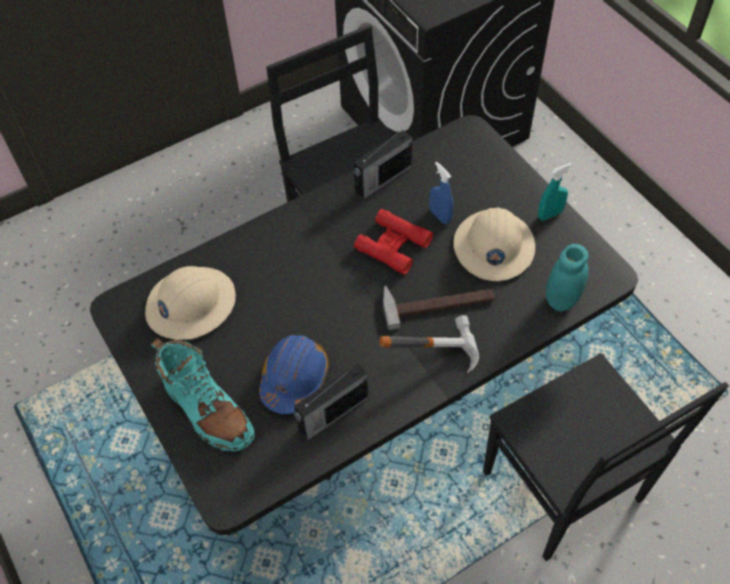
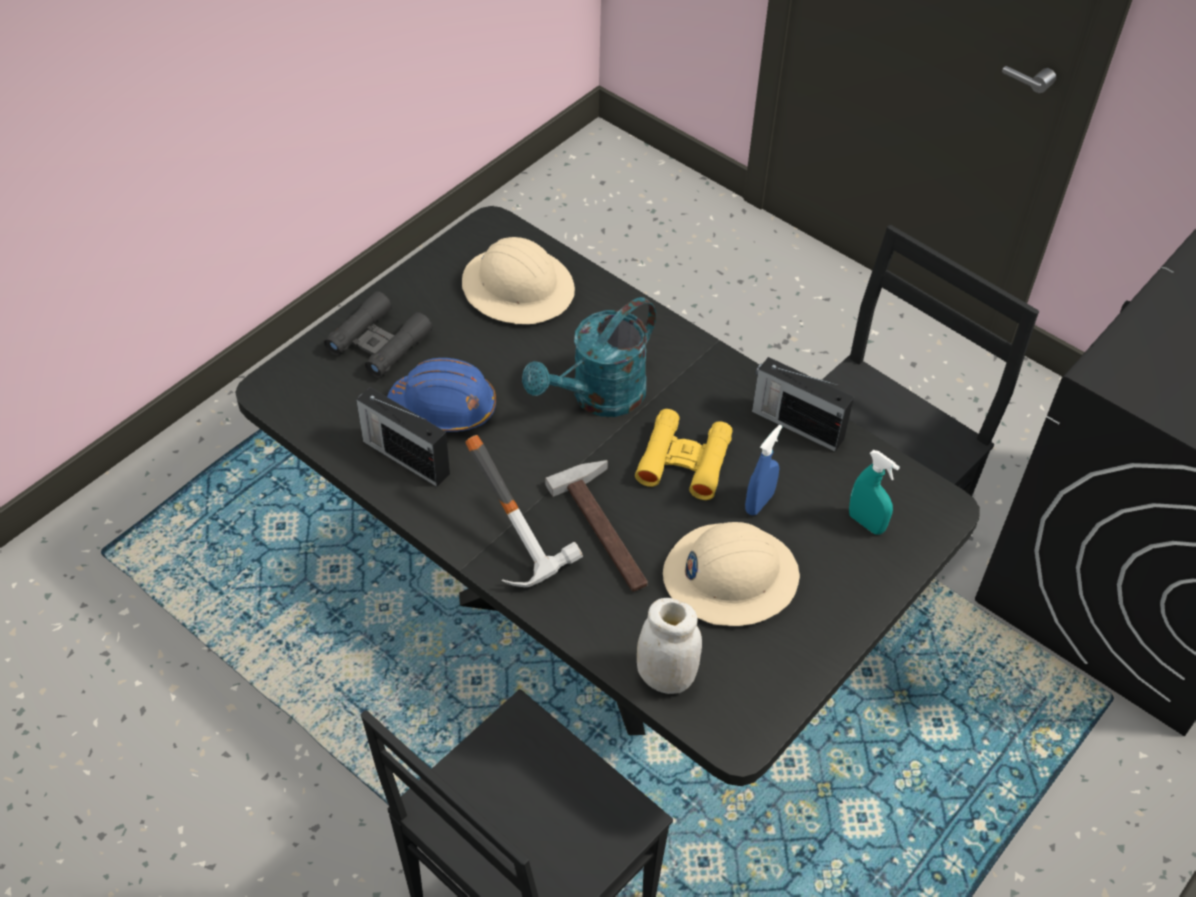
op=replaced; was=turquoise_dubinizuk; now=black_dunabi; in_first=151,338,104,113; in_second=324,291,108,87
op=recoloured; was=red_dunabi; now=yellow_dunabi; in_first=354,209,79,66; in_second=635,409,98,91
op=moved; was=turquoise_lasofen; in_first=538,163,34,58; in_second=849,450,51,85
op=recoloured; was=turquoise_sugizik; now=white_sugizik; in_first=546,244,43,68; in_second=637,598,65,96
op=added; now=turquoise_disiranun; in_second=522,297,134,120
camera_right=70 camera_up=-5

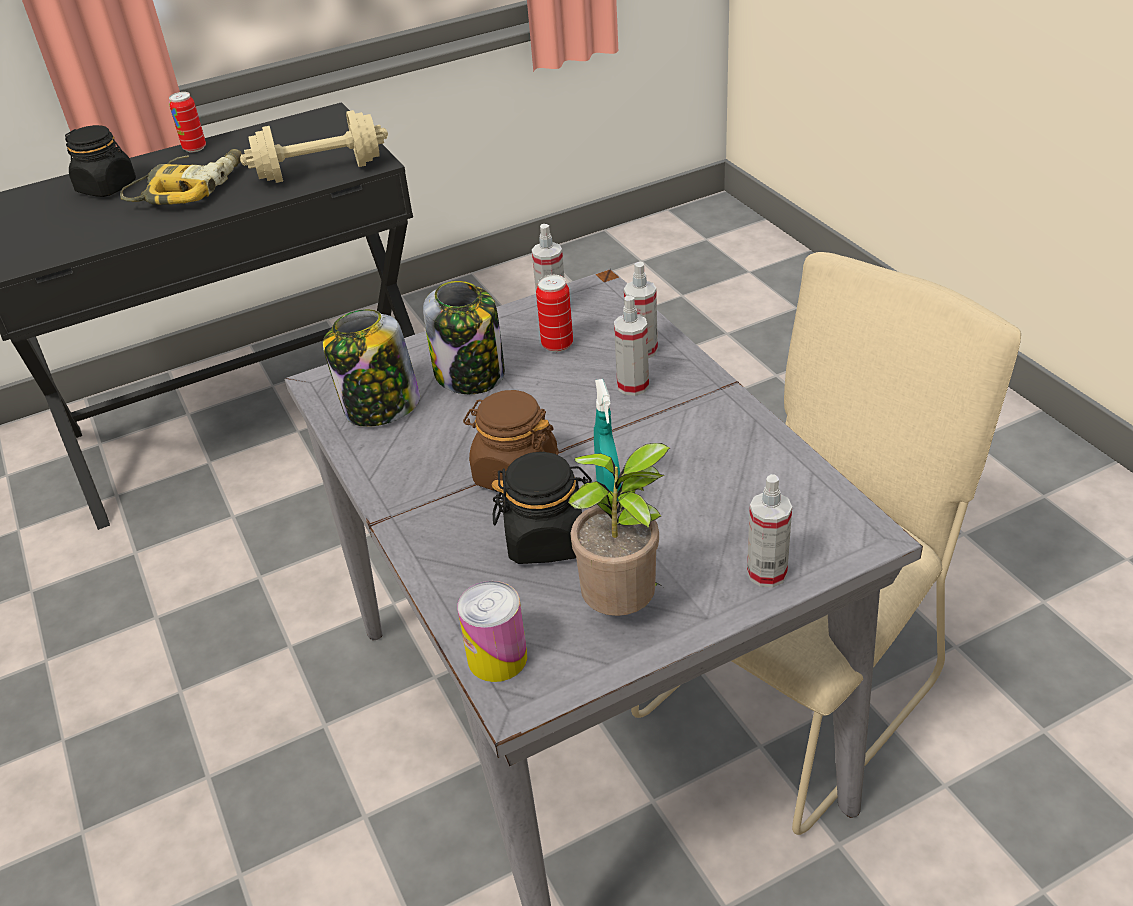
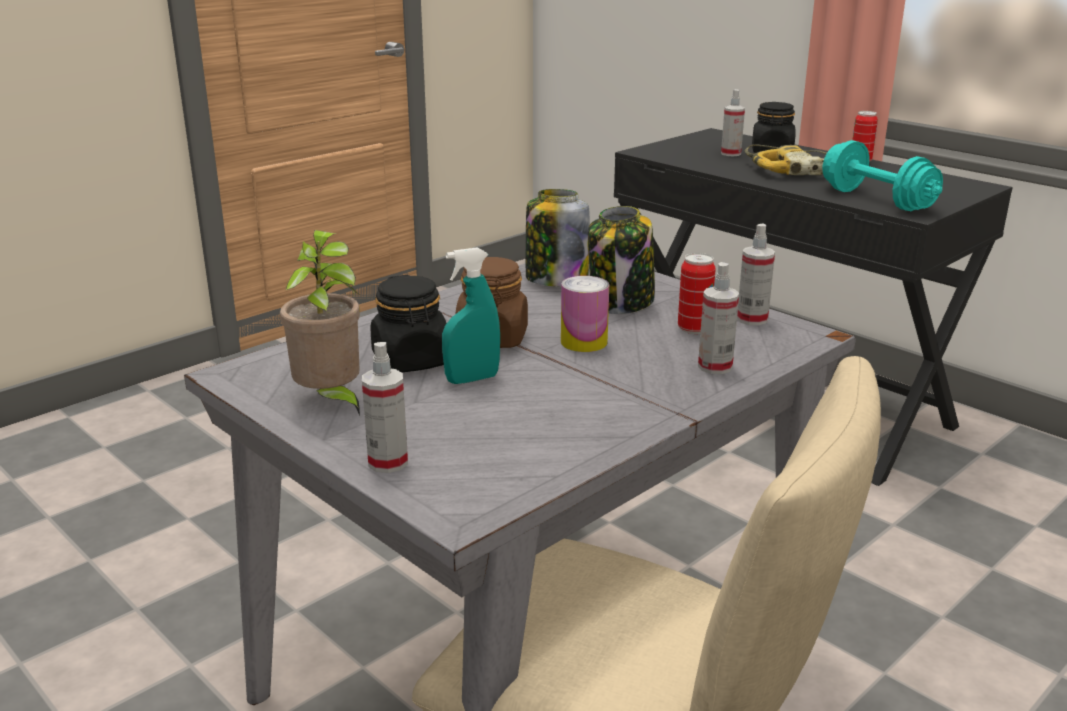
op=recoloured; was=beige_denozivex; now=turquoise_denozivex; in_first=240,110,148,73; in_second=822,140,121,71
op=moved; was=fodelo; in_first=457,581,70,101; in_second=561,276,48,76
op=moved; was=lasofen; in_first=614,296,35,100; in_second=721,89,24,67
camera_right=70 camera_up=-15

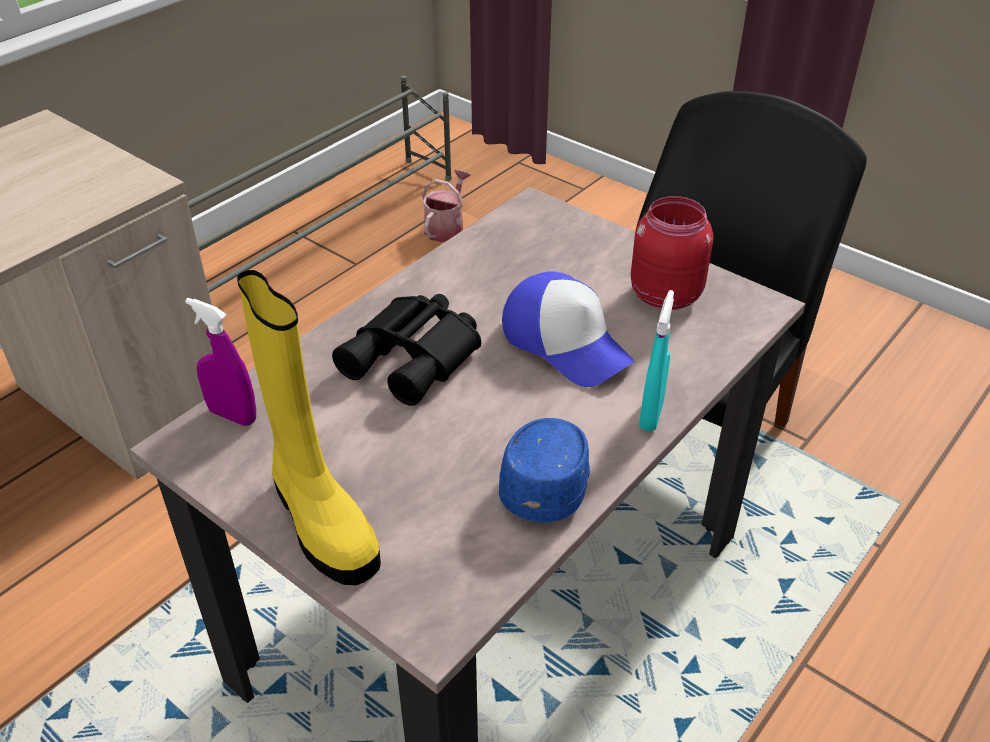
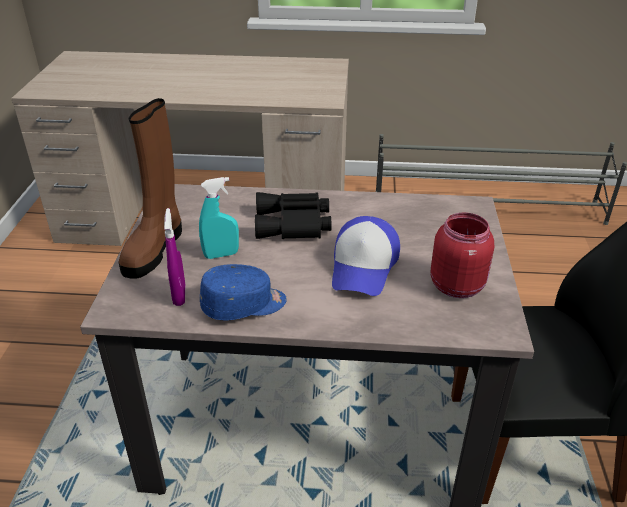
op=moved; was=purple_lasofen; in_first=185,298,71,128; in_second=164,208,21,98
op=recoloured; was=yellow_dubinizuk; now=brown_dubinizuk; in_first=237,270,144,315; in_second=118,98,64,180
op=removed; was=disiranun; in_first=422,170,49,72
op=moved; was=turquoise_lasofen; in_first=639,290,35,142; in_second=199,177,40,82
camera_right=55 camera_up=-5

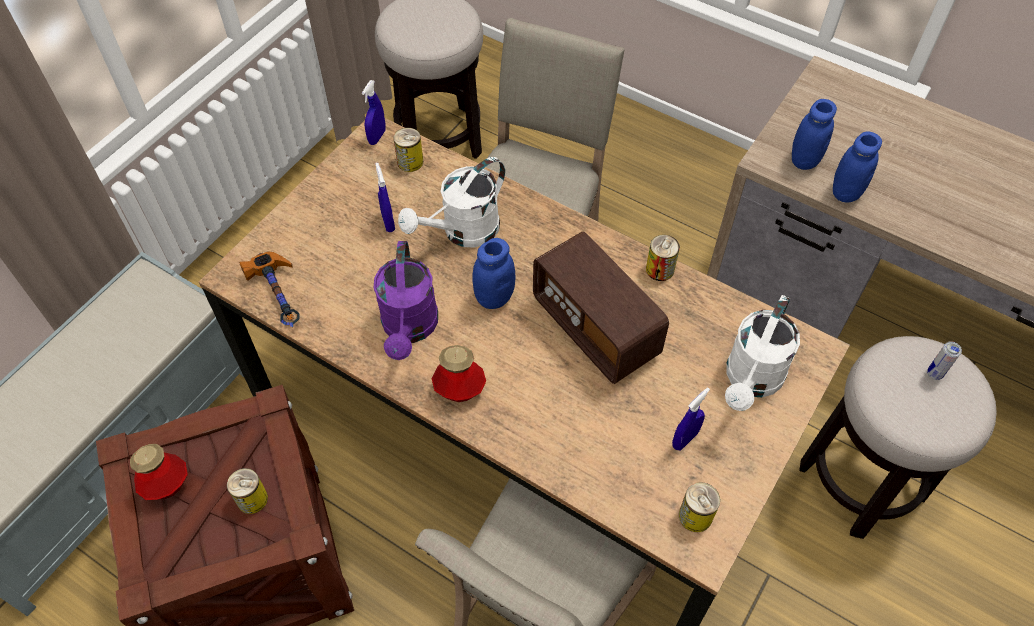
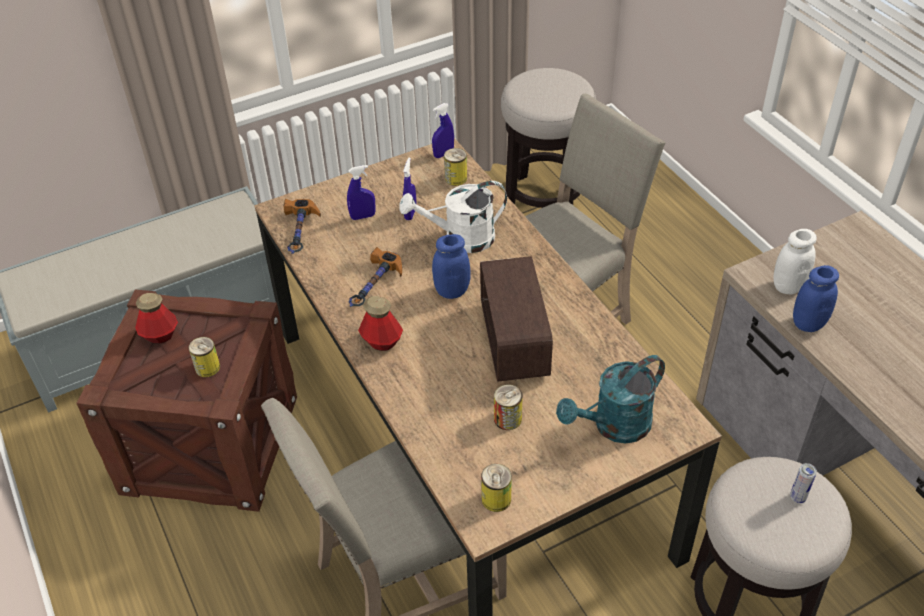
op=replaced; was=purple_disiranun; now=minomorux; in_first=374,241,64,119; in_second=349,247,53,60
op=moved; was=fodelo; in_first=646,235,34,46; in_second=494,385,28,45
op=moved; was=blue_lasofen; in_first=672,388,38,63; in_second=347,165,29,55
op=recoloured; was=white_disiranun; now=turquoise_disiranun; in_first=725,295,75,116; in_second=556,355,109,89
op=recoloured; was=blue_sugizik; now=white_sugizik; in_first=792,99,45,71; in_second=773,229,44,65
camera_right=30 camera_up=-10

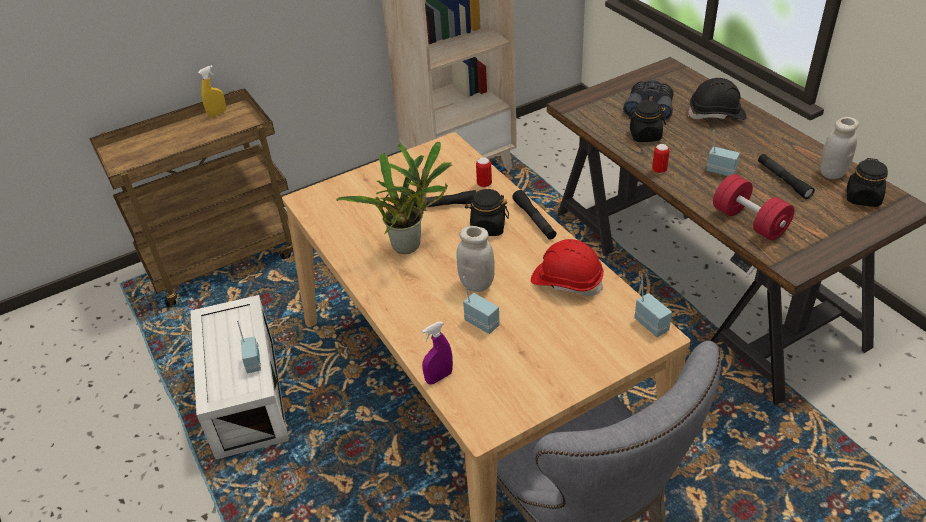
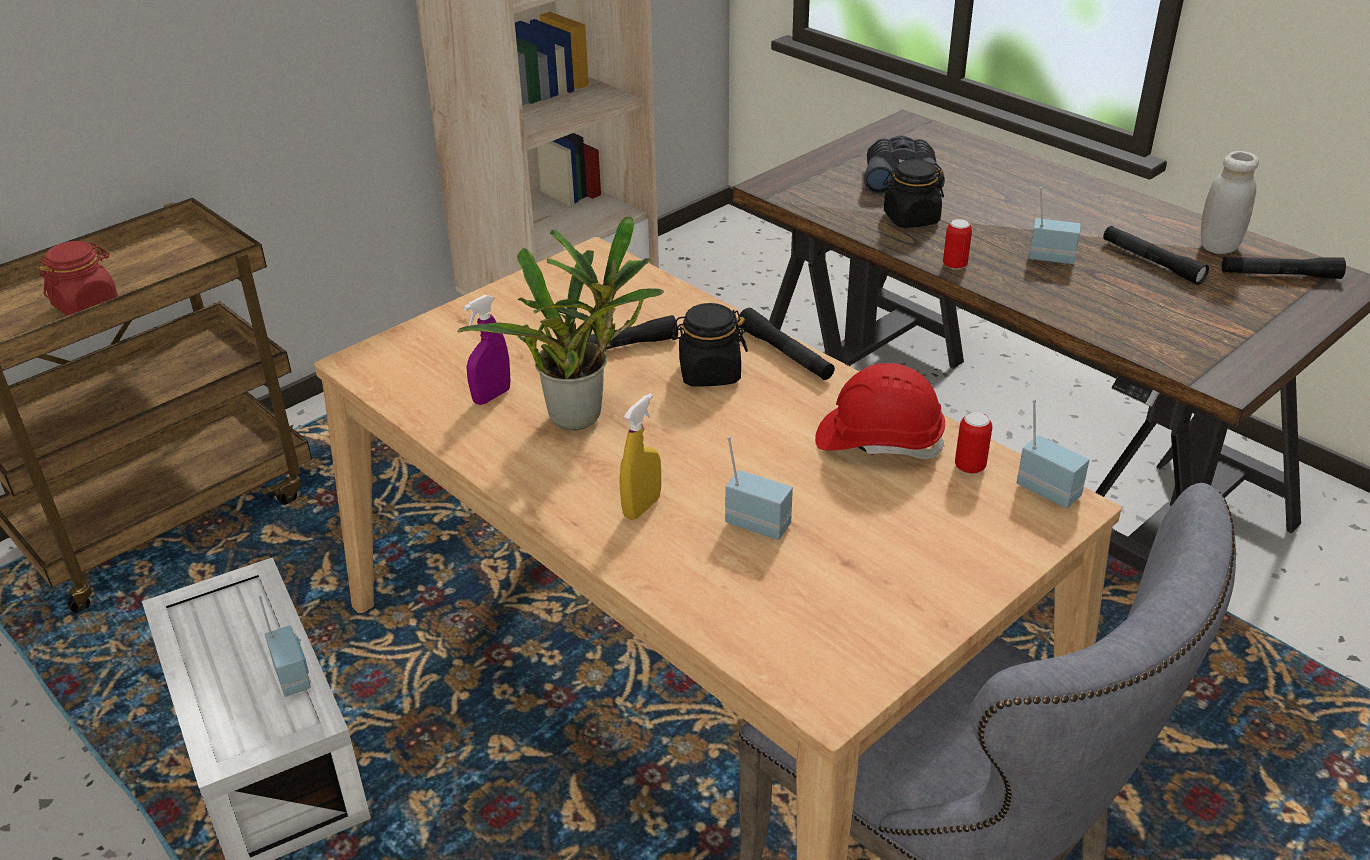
op=moved; was=yellow_lasofen; in_first=198,65,28,52; in_second=619,393,42,127
op=moved; was=purple_lasofen; in_first=422,322,31,63; in_second=463,295,47,110
op=removed; was=white_sugizik; in_first=456,226,39,66
op=moved; was=fodelo; in_first=476,158,16,29; in_second=955,412,37,62
op=removed; was=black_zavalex; in_first=688,78,58,42
op=removed; was=red_denozivex; in_first=713,174,82,66
op=replaced; was=black_sugizik; now=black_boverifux; in_first=847,158,41,49; in_second=1222,257,124,22
op=added; now=red_sugizik; in_second=39,241,79,75
camera_right=-15 camera_up=-5

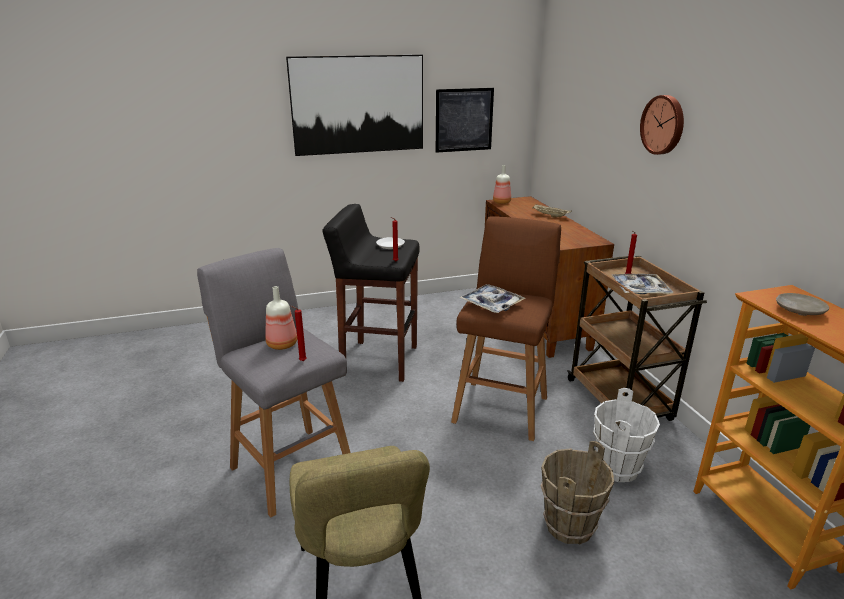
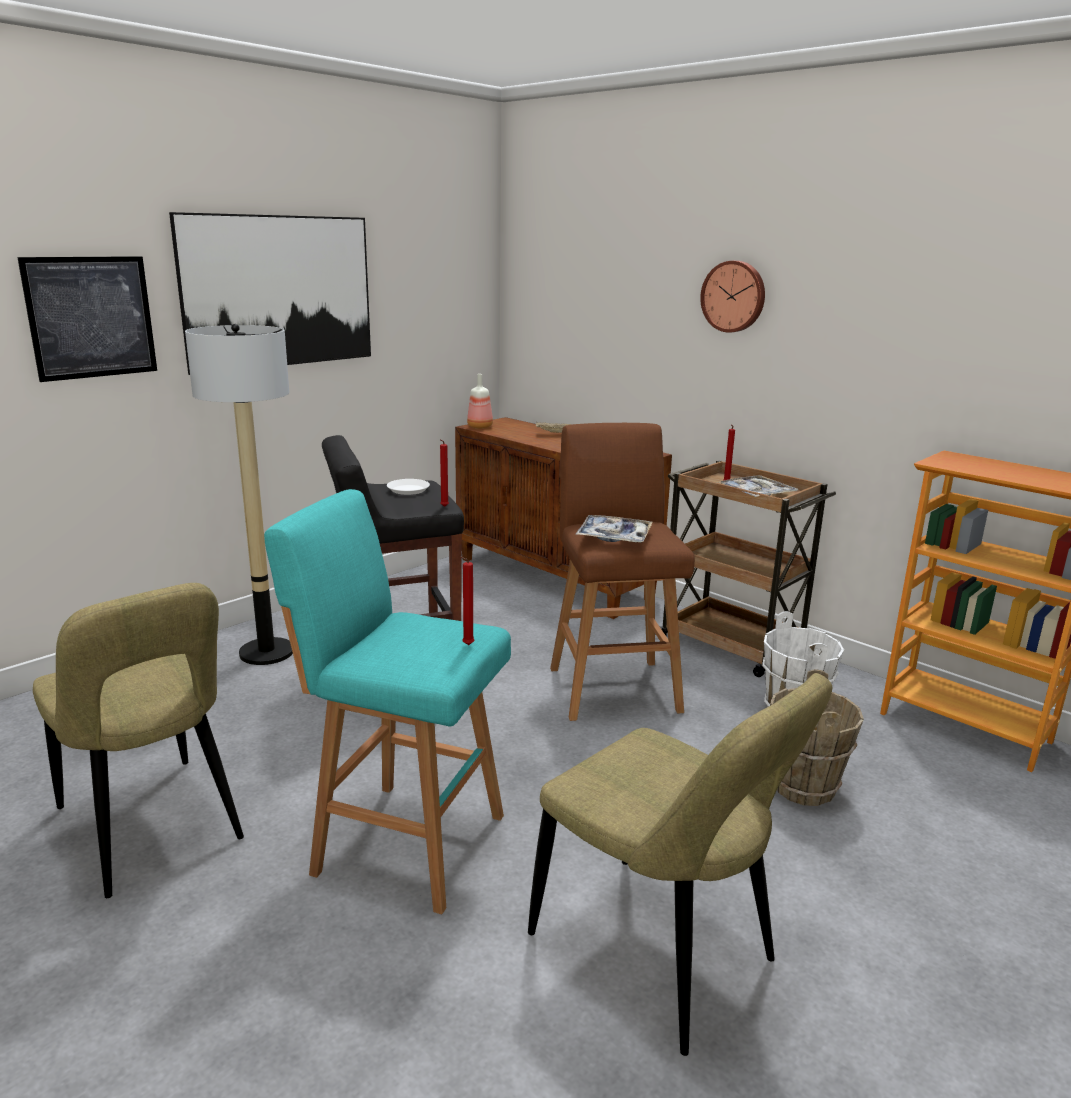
op=recoloured; was=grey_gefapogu; now=turquoise_gefapogu; in_first=197,248,153,269; in_second=264,489,247,425
op=removed; was=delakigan; in_first=265,286,32,64
op=moved; was=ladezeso; in_first=436,88,58,65; in_second=17,256,140,126
op=removed; was=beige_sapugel; in_first=776,293,53,23
op=added; now=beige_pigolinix; in_second=33,583,211,315
op=added; now=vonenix; in_second=185,324,108,341
camera_right=-30 camera_up=-5

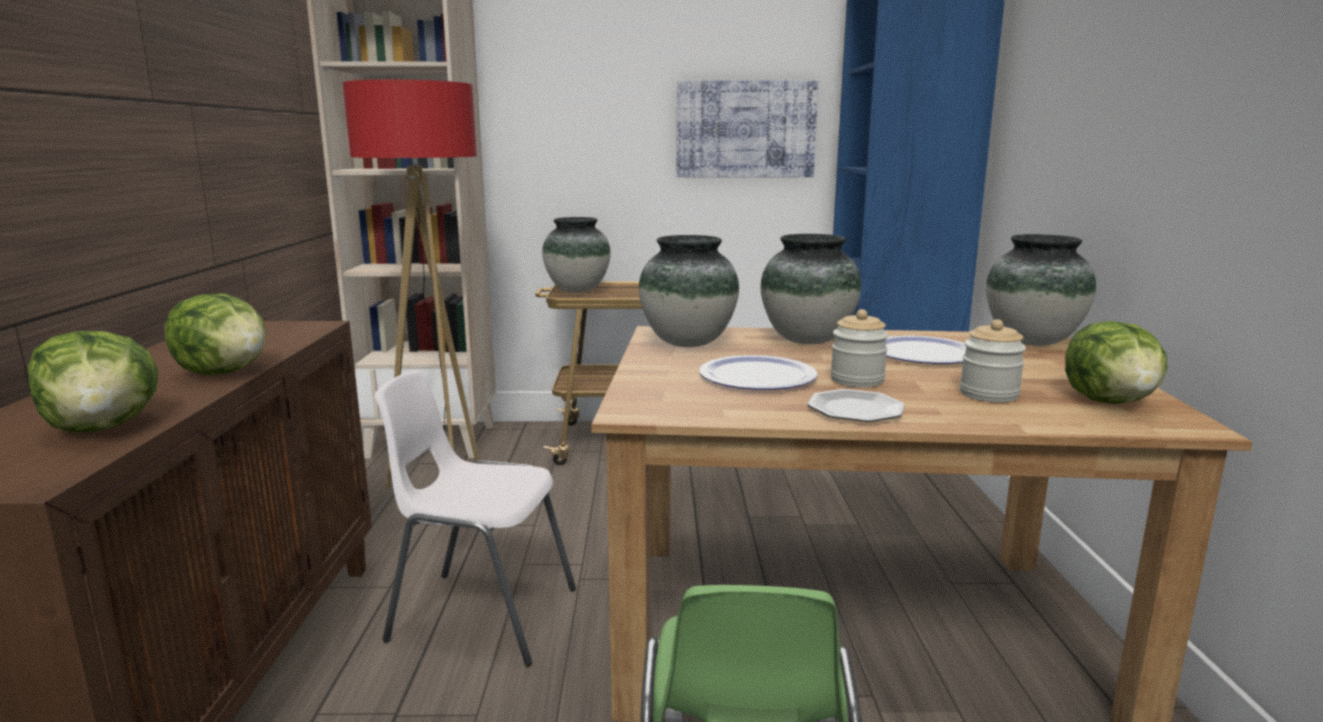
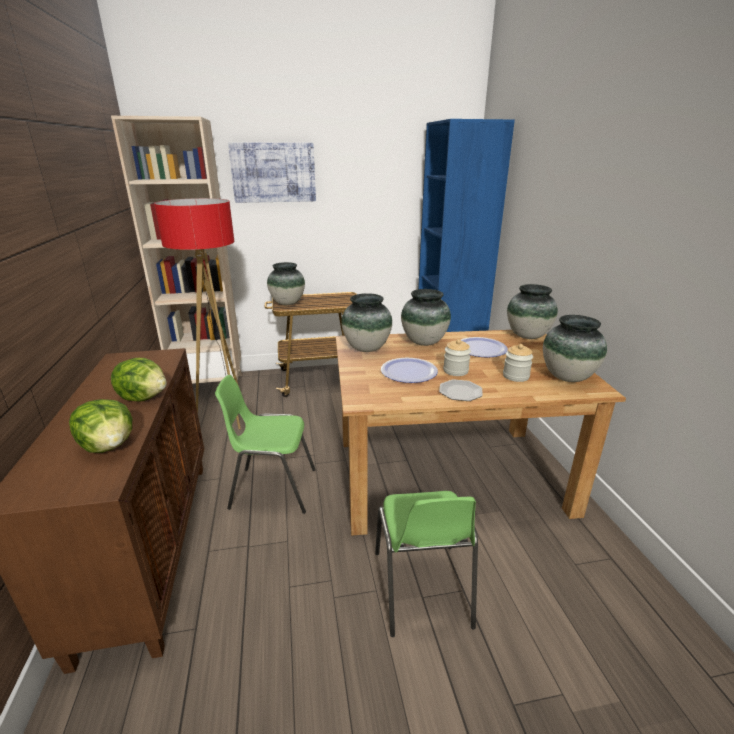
op=recoloured; was=white_pigolinix; now=green_pigolinix; in_first=375,371,201,295; in_second=215,375,101,139
op=moved; was=ladezeso; in_first=677,80,141,97; in_second=228,143,88,60
op=replaced; was=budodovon; now=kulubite; in_first=1065,321,102,83; in_second=543,315,64,67
camera_right=-10 camera_up=10

